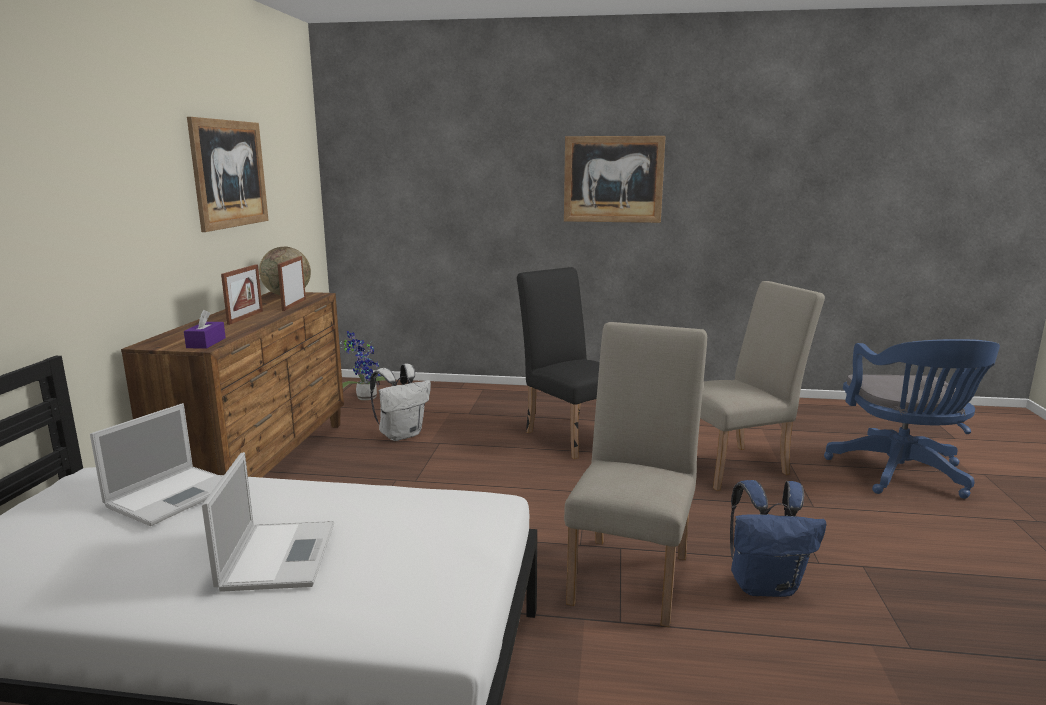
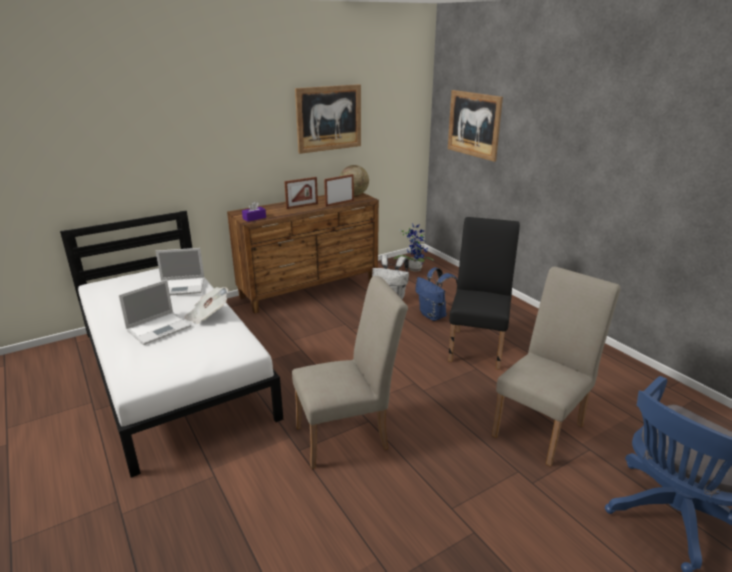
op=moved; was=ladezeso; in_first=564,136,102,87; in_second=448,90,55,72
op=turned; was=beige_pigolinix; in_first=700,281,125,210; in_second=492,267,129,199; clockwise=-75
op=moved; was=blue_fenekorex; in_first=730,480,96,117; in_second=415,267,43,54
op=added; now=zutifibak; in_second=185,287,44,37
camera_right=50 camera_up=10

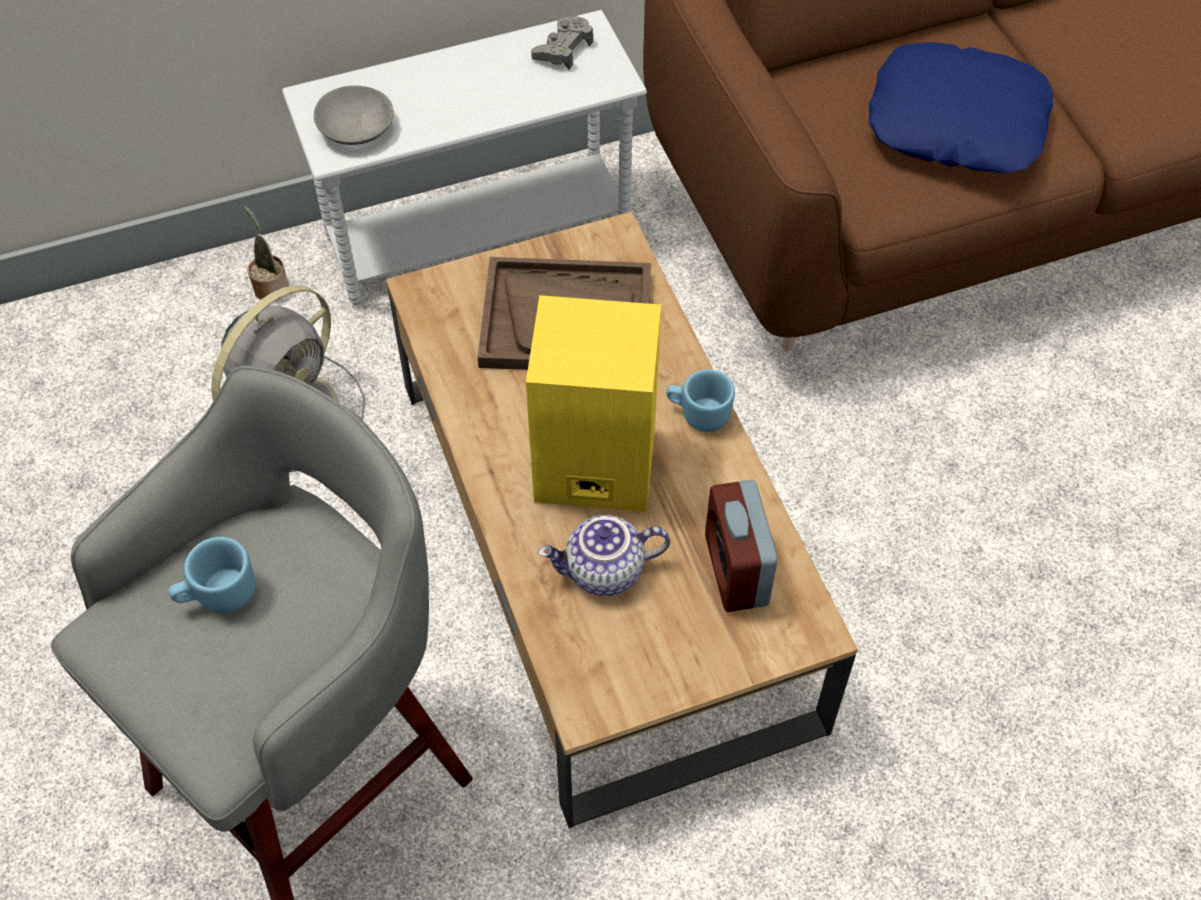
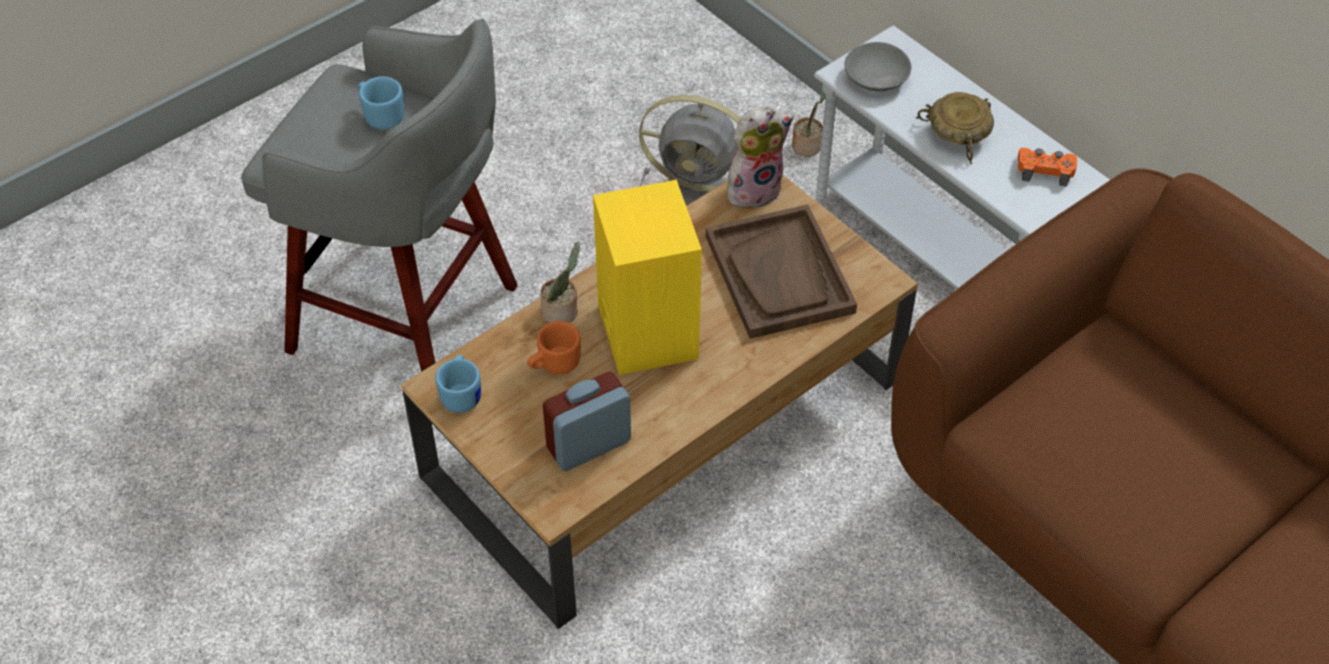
op=recoloured; was=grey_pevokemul; now=orange_pevokemul; in_first=531,16,62,54; in_second=1018,148,59,38
op=replaced; was=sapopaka; now=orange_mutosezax; in_first=538,515,132,81; in_second=527,321,54,53
op=moved; was=blue_mutosezax; in_first=666,369,69,63; in_second=435,355,46,58
op=removed; was=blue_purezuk; in_first=869,42,184,131
op=added; now=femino; in_second=540,242,40,81
op=added; now=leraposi; in_second=727,106,67,106
op=added; now=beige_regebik; in_second=916,92,78,72
camera_right=70 camera_up=-5

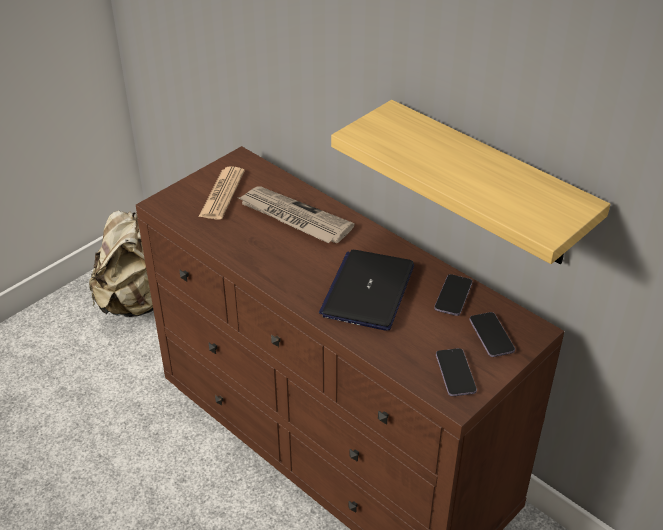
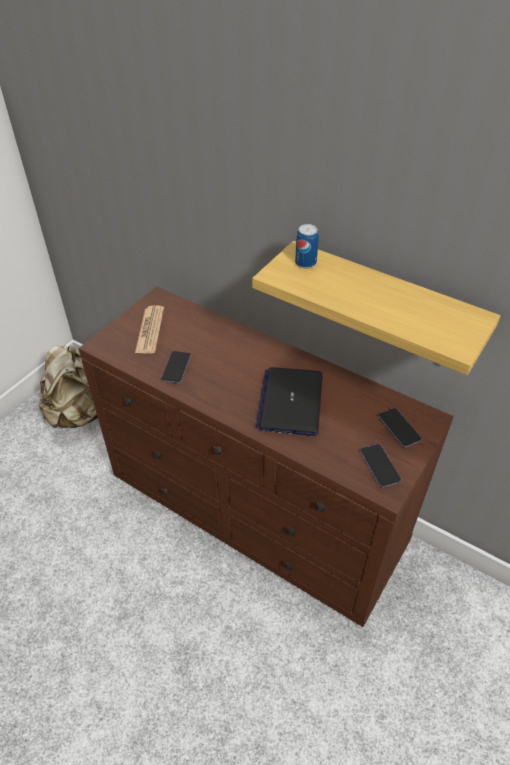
op=removed; was=zutifibak; in_first=239,186,116,57
op=moved; was=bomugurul; in_first=434,274,38,42; in_second=161,351,30,33
op=added; now=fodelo; in_second=295,224,24,45
camera_right=-10 camera_up=5

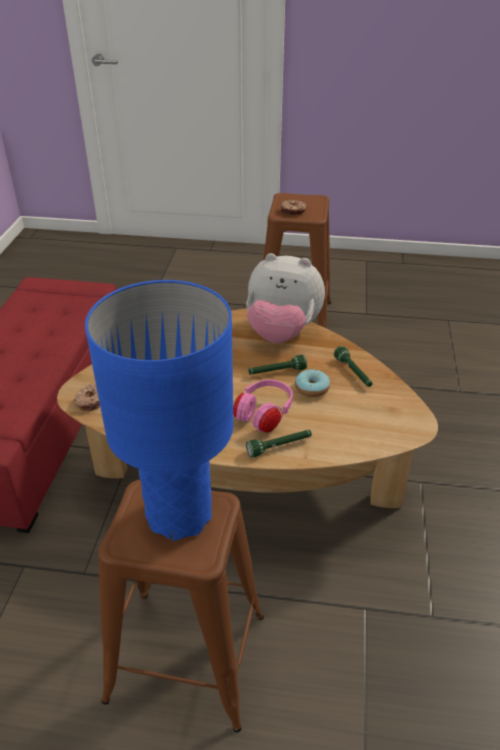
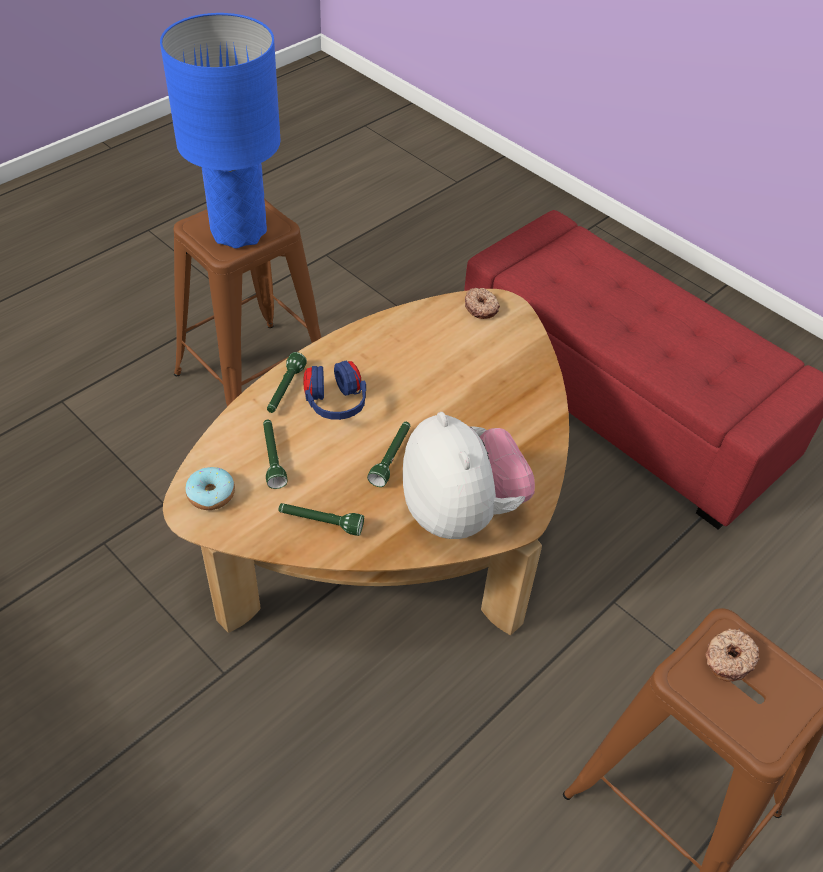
op=recoloured; was=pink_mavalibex; now=blue_mavalibex; in_first=233,379,60,54; in_second=303,361,63,59
op=turned; was=leraposi; in_first=246,253,79,90; in_second=403,412,132,127; clockwise=105
op=moved; was=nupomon; in_first=295,369,35,28; in_second=186,467,49,43
op=added; now=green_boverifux; in_second=263,420,25,69
camera_right=125 camera_up=10

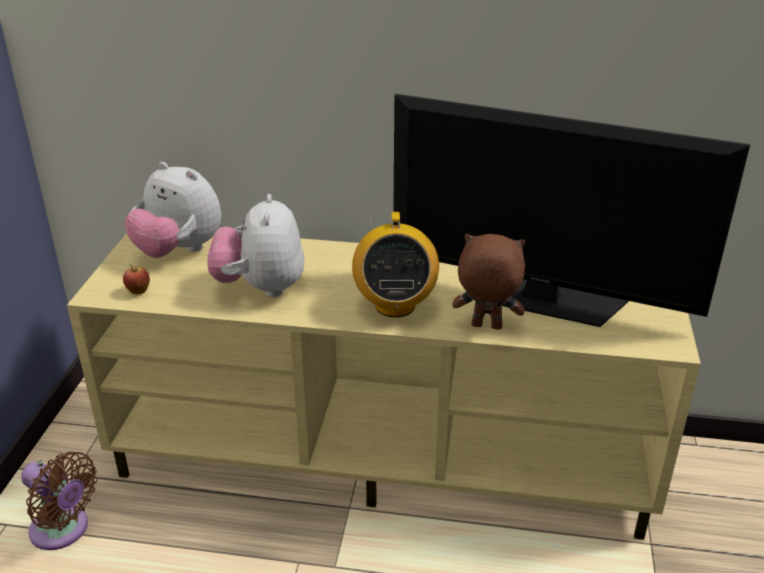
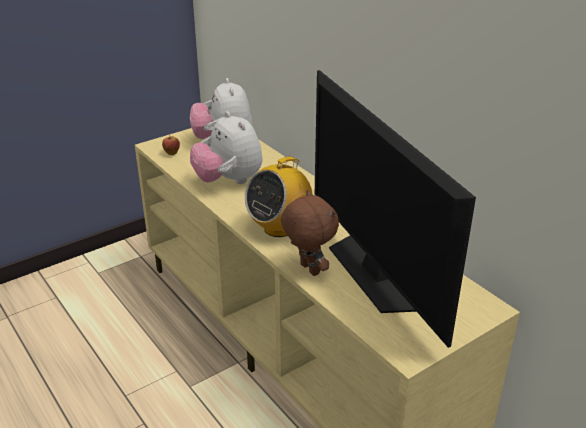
op=removed; was=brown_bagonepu; in_first=21,451,76,99
op=turned; was=leraposi; in_first=207,194,97,103; in_second=190,111,72,73; clockwise=-75
camera_right=45 camera_up=0

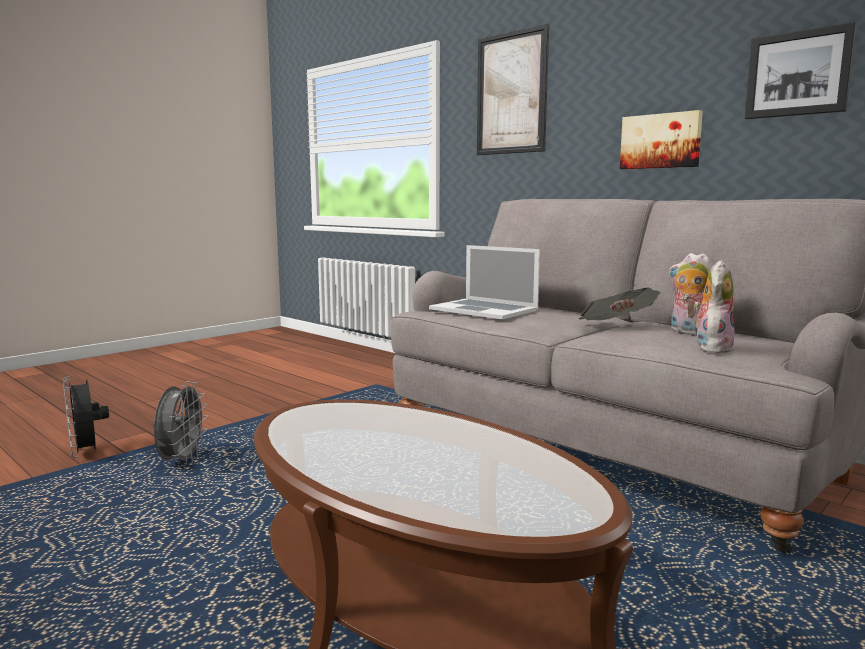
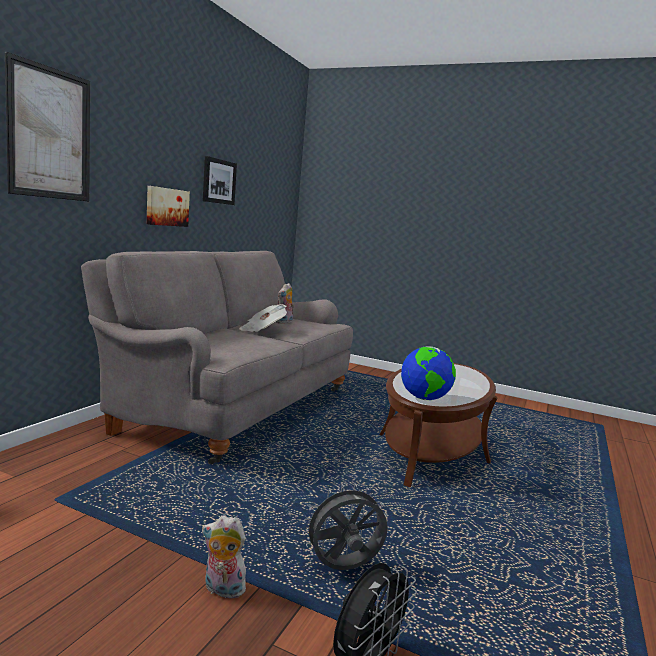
op=removed; was=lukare; in_first=429,245,111,75
op=moved; was=leraposi; in_first=693,260,42,93; in_second=202,515,46,84
op=added; now=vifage; in_second=401,346,55,54
camera_right=-110 camera_up=0

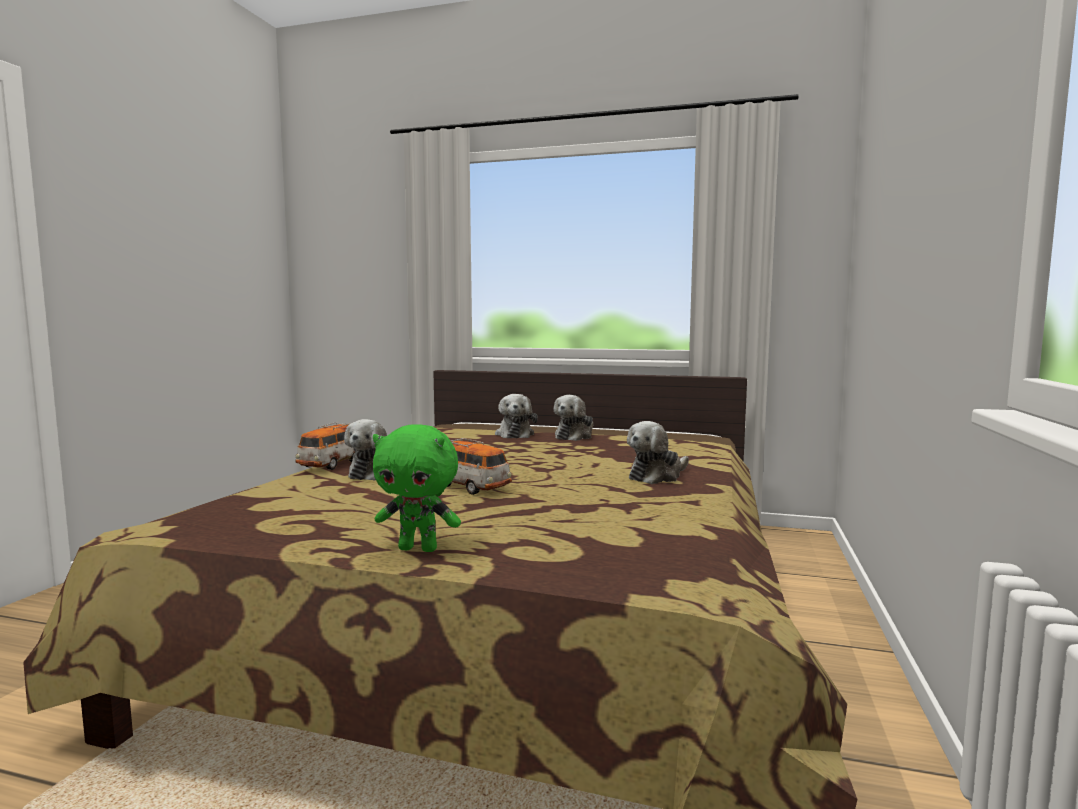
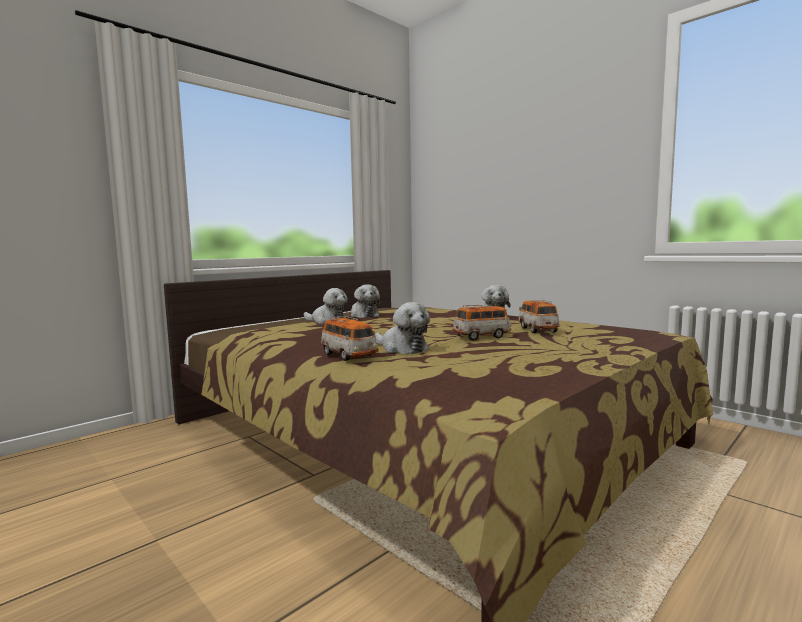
op=removed; was=green_leraposi; in_first=373,424,88,128
op=added; now=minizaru; in_second=518,300,42,33
camera_right=-60 camera_up=0

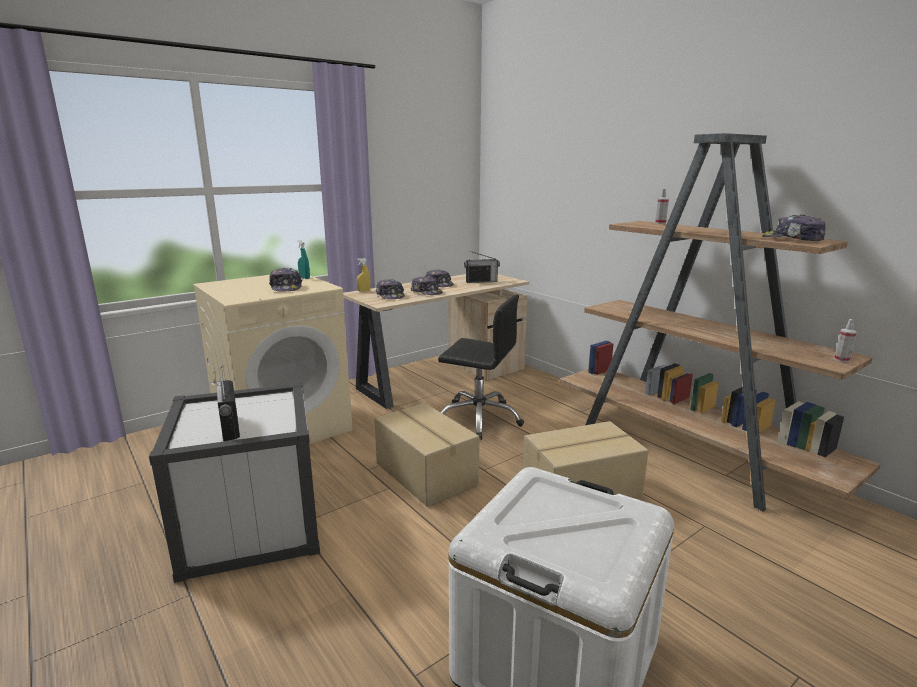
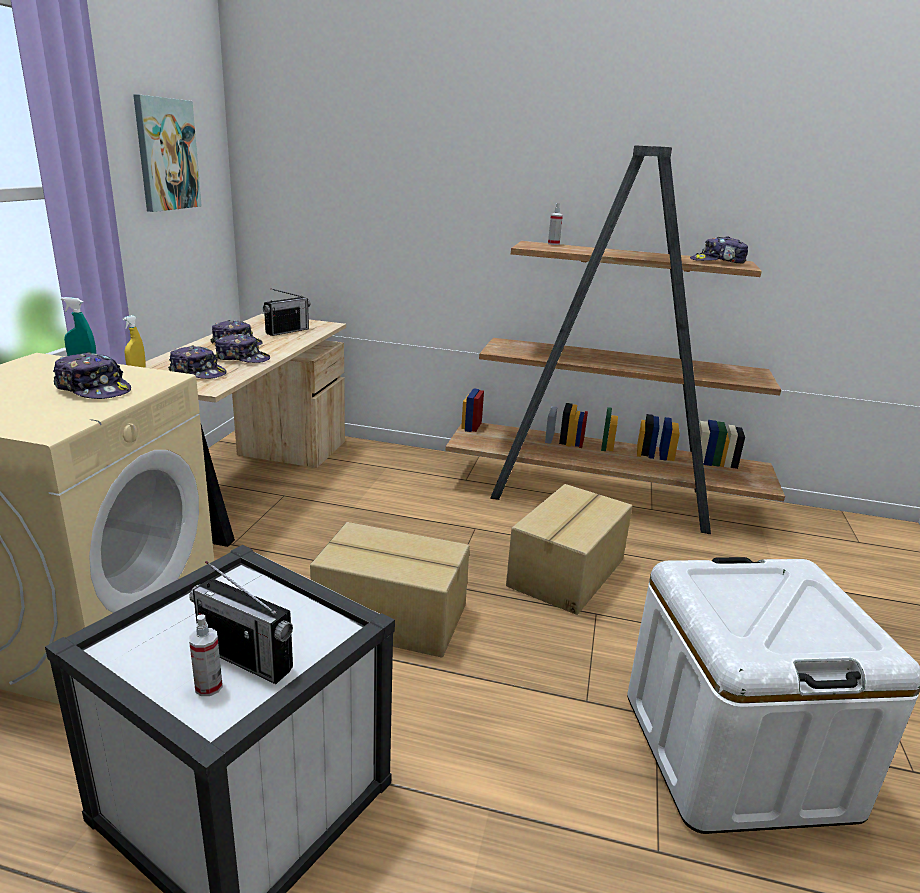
op=removed; was=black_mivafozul; in_first=438,294,86,146
op=moved; was=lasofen; in_first=834,319,23,43; in_second=189,615,34,81
op=added; now=ladezeso; in_second=133,94,69,118
camera_right=-40 camera_up=5

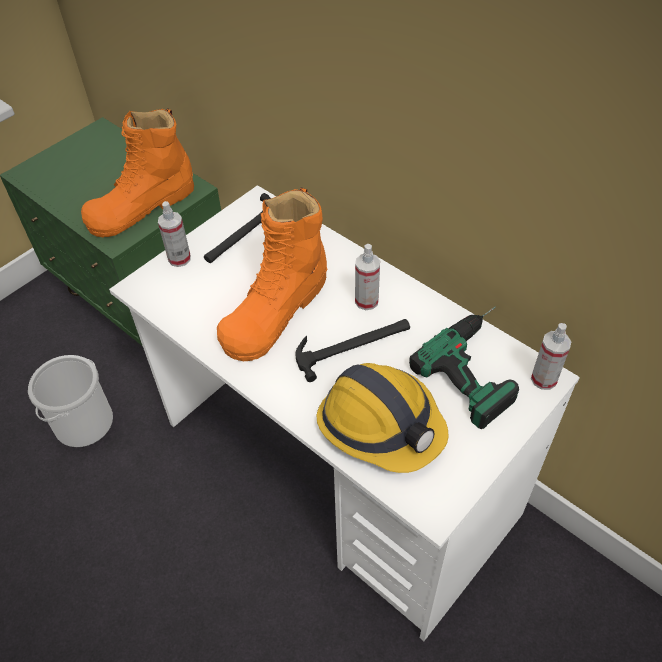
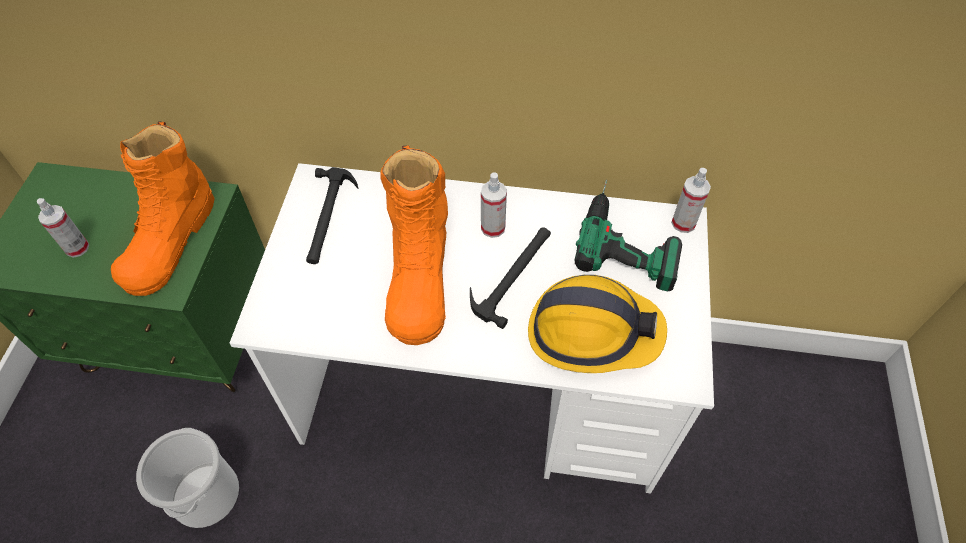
op=moved; was=lasofen; in_first=158,201,33,66; in_second=37,198,52,60
camera_right=-35 camera_up=5

